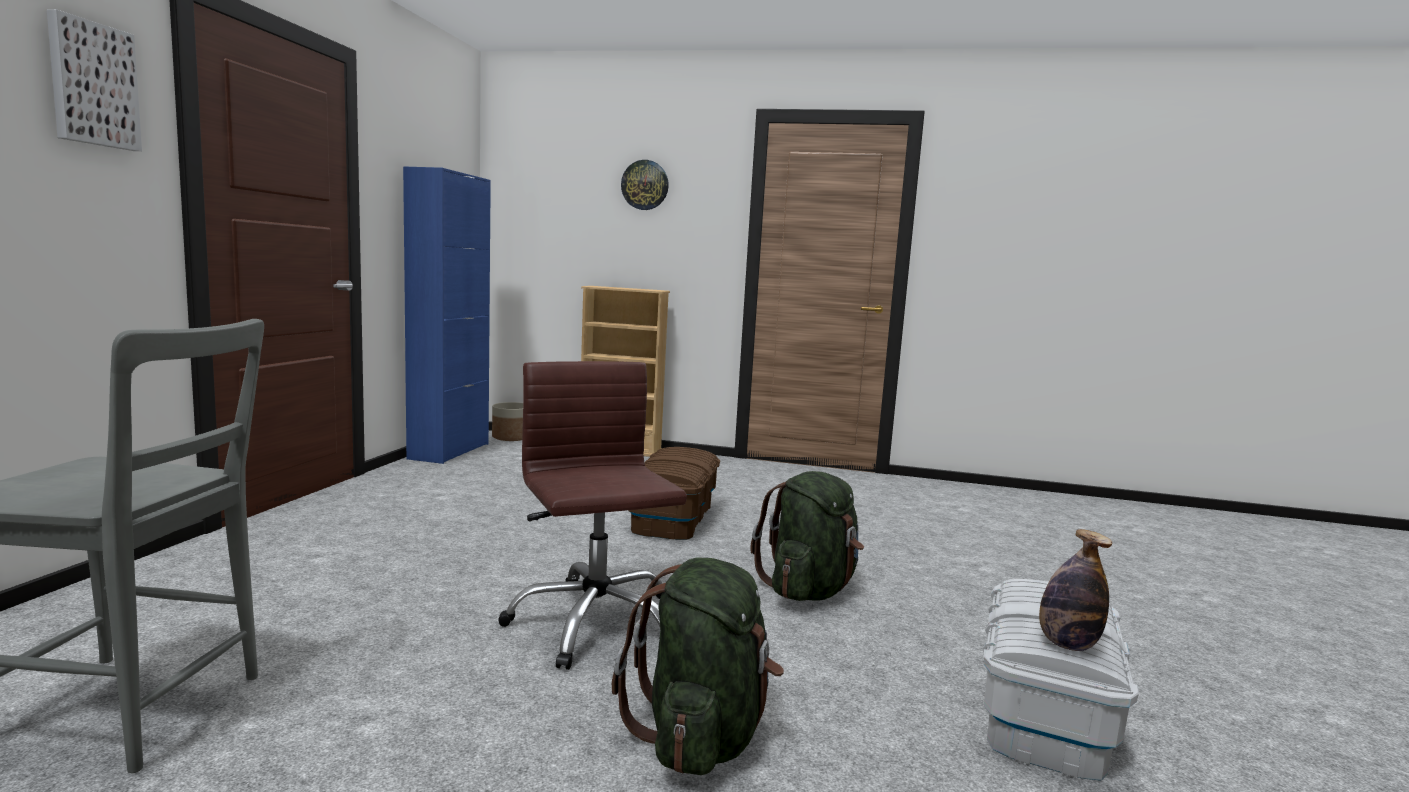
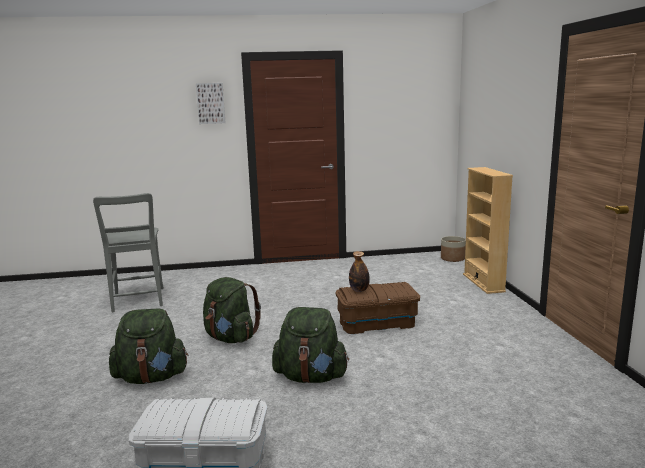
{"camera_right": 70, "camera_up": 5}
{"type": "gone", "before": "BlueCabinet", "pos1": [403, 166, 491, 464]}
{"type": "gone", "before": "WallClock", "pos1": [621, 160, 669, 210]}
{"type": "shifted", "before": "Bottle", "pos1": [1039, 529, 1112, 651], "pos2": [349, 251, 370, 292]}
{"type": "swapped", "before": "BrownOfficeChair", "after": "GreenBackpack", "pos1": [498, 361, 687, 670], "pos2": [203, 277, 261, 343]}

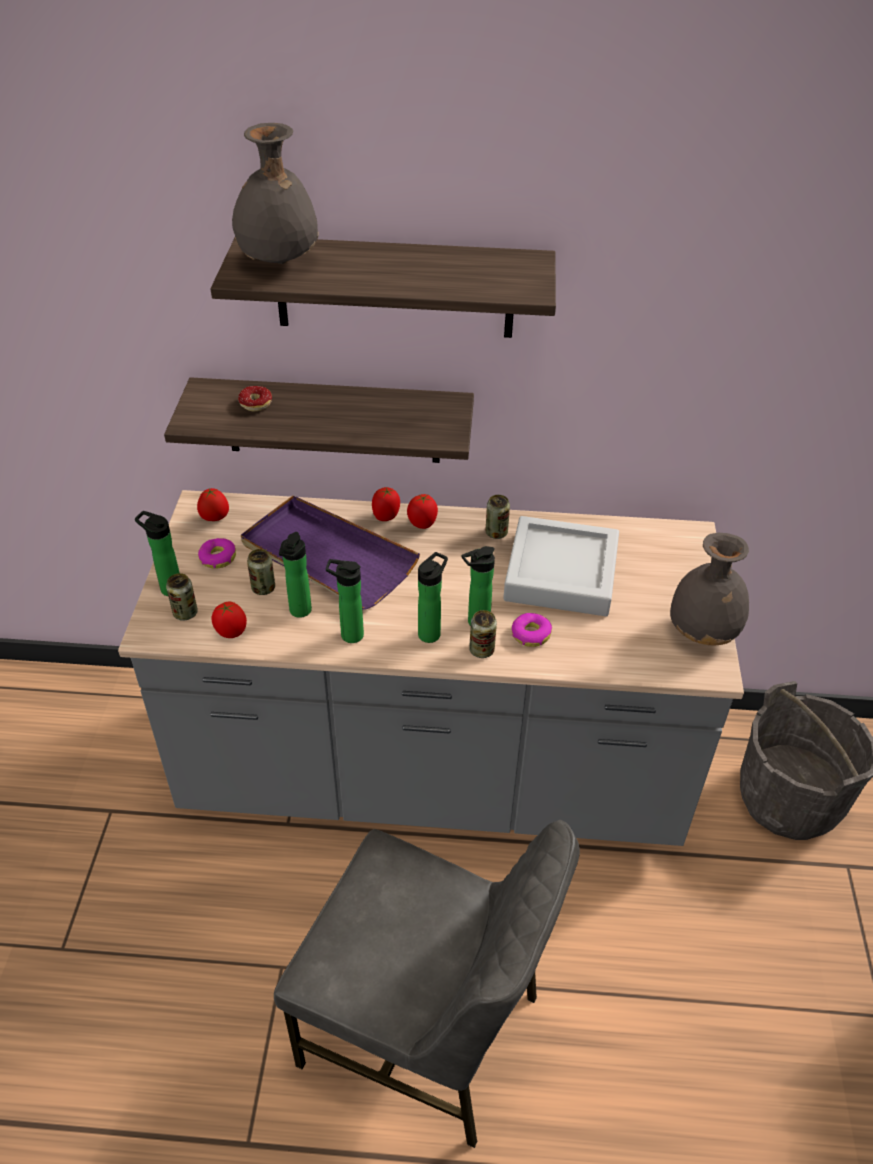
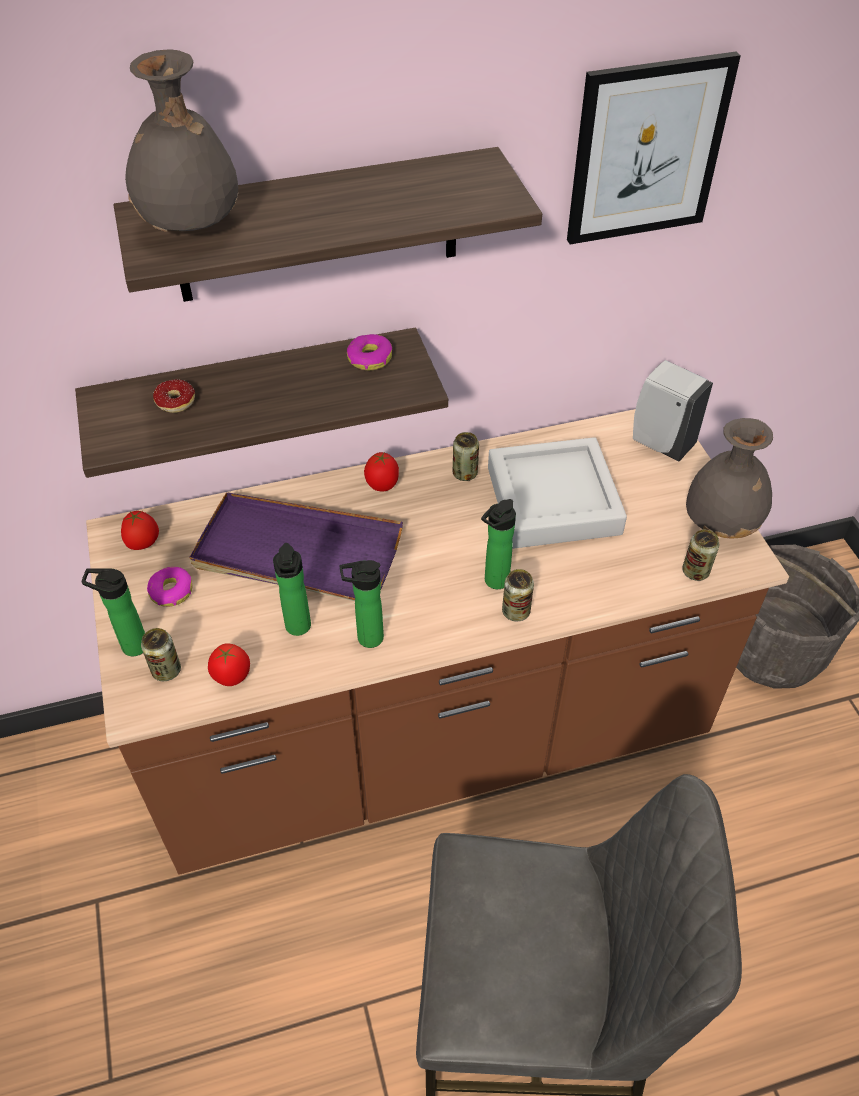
{"camera_right": -20, "camera_up": 5}
{"type": "gone", "before": "Tomato", "pos1": [372, 487, 400, 521]}
{"type": "gone", "before": "Bottle", "pos1": [418, 552, 448, 643]}
{"type": "new", "after": "Picture", "pos2": [567, 52, 741, 244]}
{"type": "new", "after": "WhiteSoapDispenser", "pos2": [633, 360, 713, 461]}
{"type": "shifted", "before": "Can", "pos1": [247, 549, 275, 595], "pos2": [682, 530, 719, 581]}
{"type": "shifted", "before": "Donut", "pos1": [512, 613, 552, 647], "pos2": [347, 334, 392, 370]}
{"type": "repainted", "before": "GreyCounter", "after": "BrownCounter", "pos1": [118, 490, 744, 846], "pos2": [86, 409, 789, 875]}

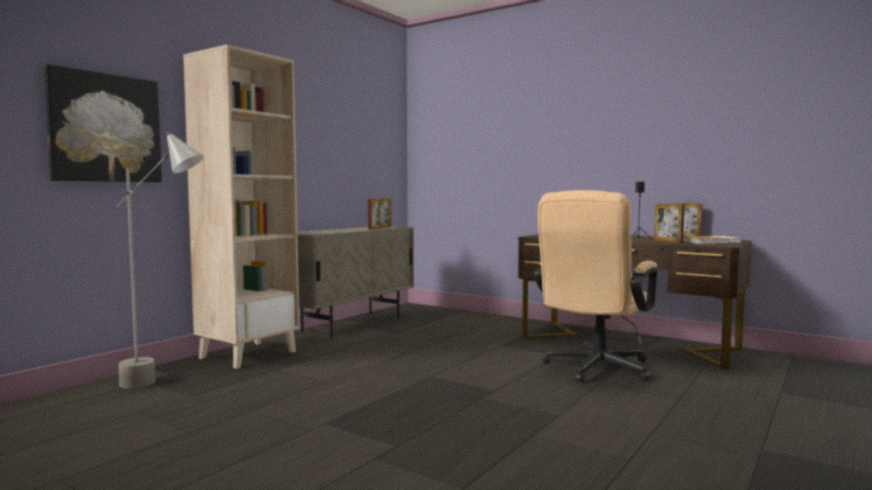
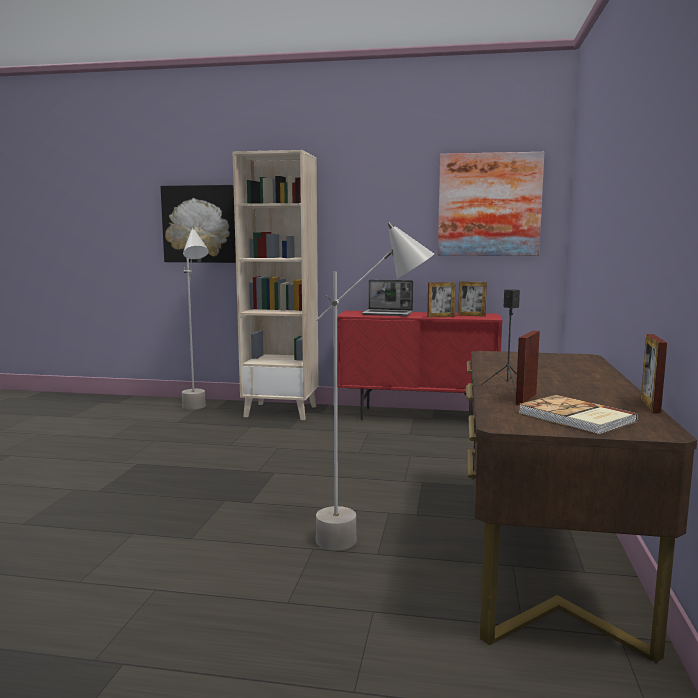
{"camera_right": 65, "camera_up": 5}
{"type": "new", "after": "Laptop", "pos2": [362, 279, 413, 316]}
{"type": "new", "after": "Picture", "pos2": [438, 152, 544, 256]}
{"type": "swapped", "before": "BeigeOfficeChair", "after": "GreyFloorLamp", "pos1": [534, 190, 658, 382], "pos2": [316, 222, 434, 551]}
{"type": "repainted", "before": "BeigeCabinet", "after": "RedCabinet", "pos1": [297, 226, 414, 338], "pos2": [337, 311, 503, 420]}

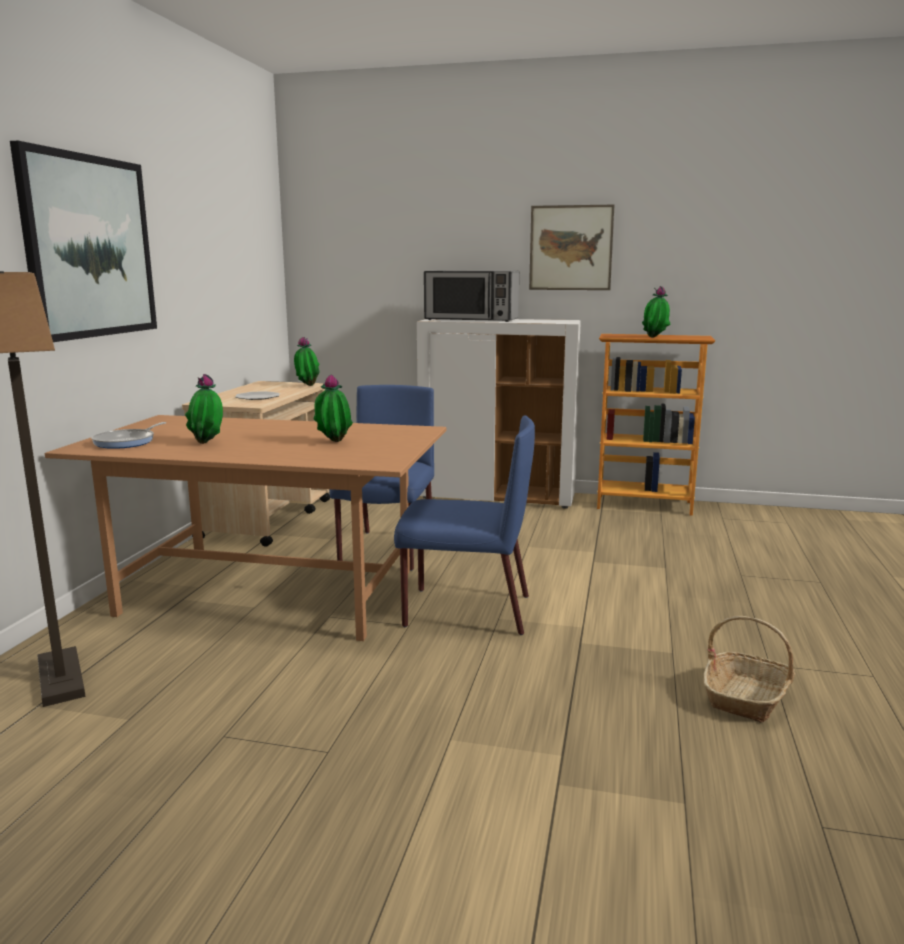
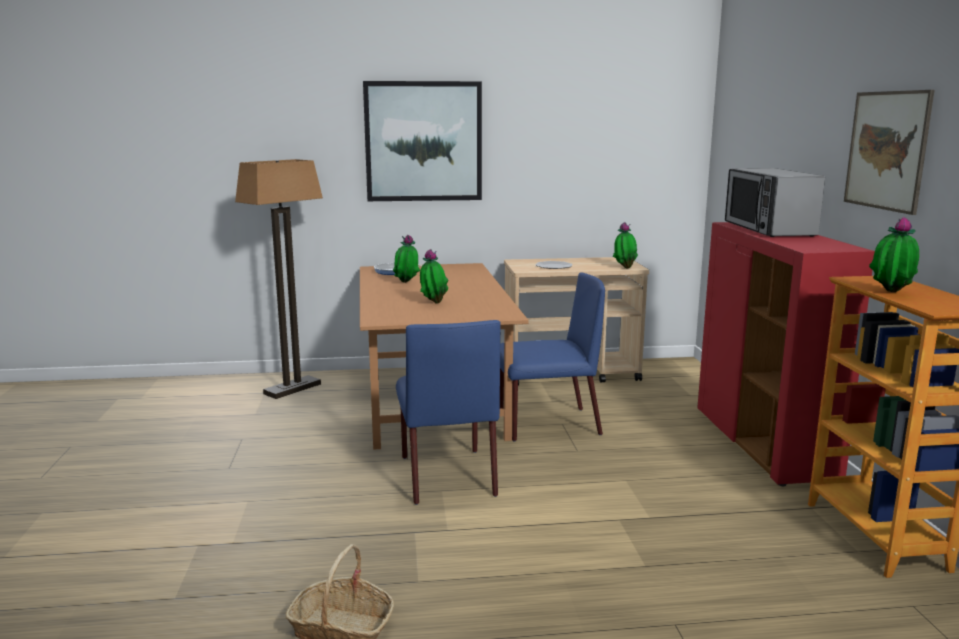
{"camera_right": 70, "camera_up": 0}
{"type": "repainted", "before": "WhiteCabinet", "after": "RedCabinet", "pos1": [417, 319, 581, 509], "pos2": [697, 222, 875, 486]}

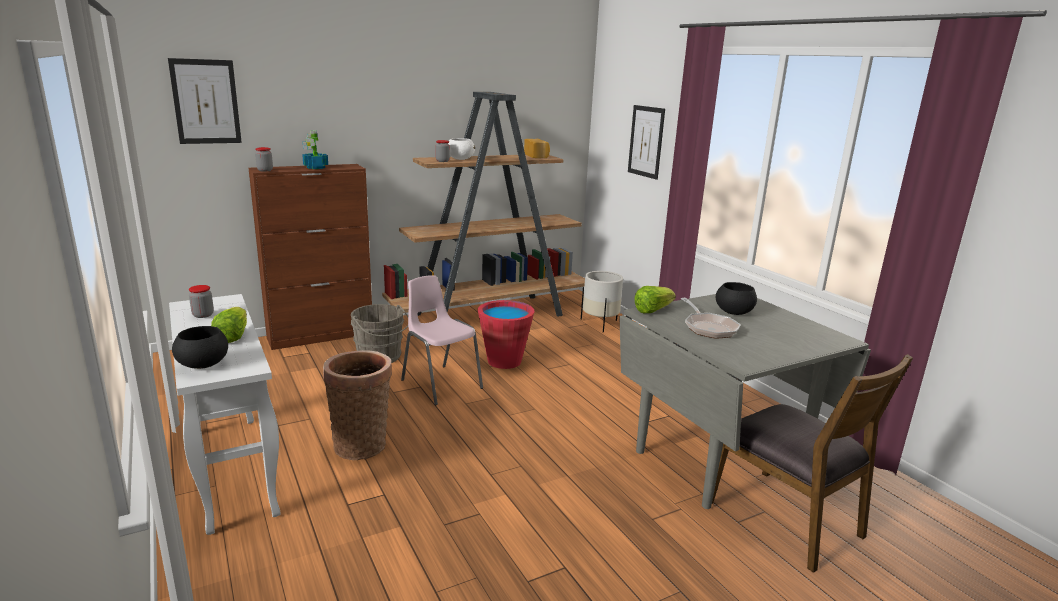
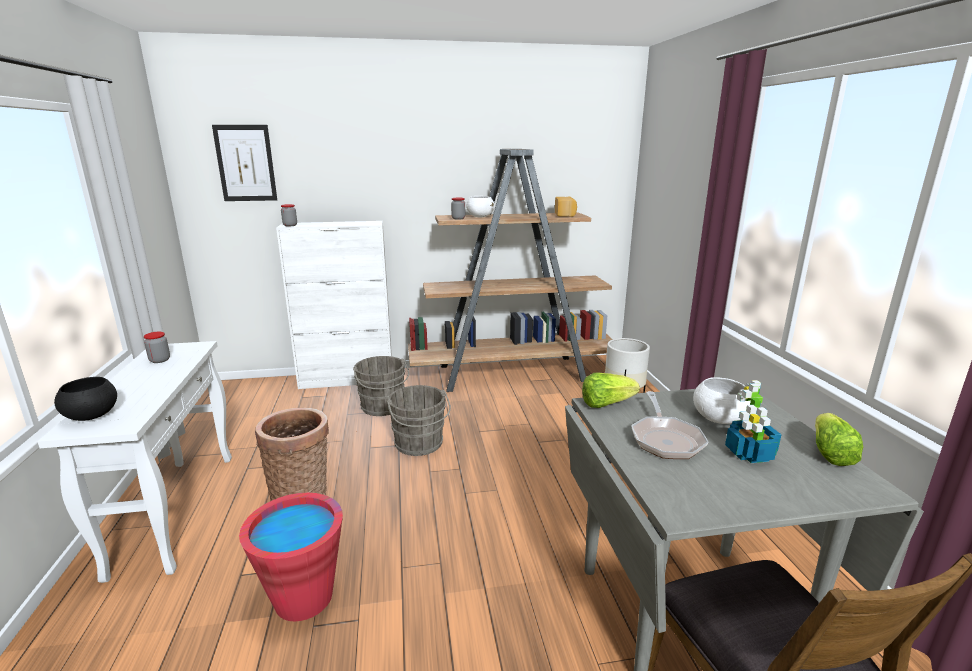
{"camera_right": 20, "camera_up": 0}
{"type": "gone", "before": "Picture", "pos1": [628, 105, 665, 180]}
{"type": "shifted", "before": "Lettuce", "pos1": [211, 307, 247, 343], "pos2": [815, 413, 863, 466]}
{"type": "shifted", "before": "PottedPlant", "pos1": [302, 130, 328, 169], "pos2": [725, 380, 781, 463]}
{"type": "shifted", "before": "RedBucket", "pos1": [478, 300, 535, 369], "pos2": [239, 493, 343, 621]}
{"type": "swapped", "before": "PinkChair", "after": "GreyBucket", "pos1": [401, 275, 483, 405], "pos2": [387, 385, 451, 456]}
{"type": "repainted", "before": "BrownCabinet", "after": "WhiteCabinet", "pos1": [248, 164, 372, 350], "pos2": [276, 221, 392, 389]}
{"type": "repainted", "before": "BlackBowl", "after": "WhiteBowl", "pos1": [716, 282, 757, 315], "pos2": [693, 377, 751, 424]}

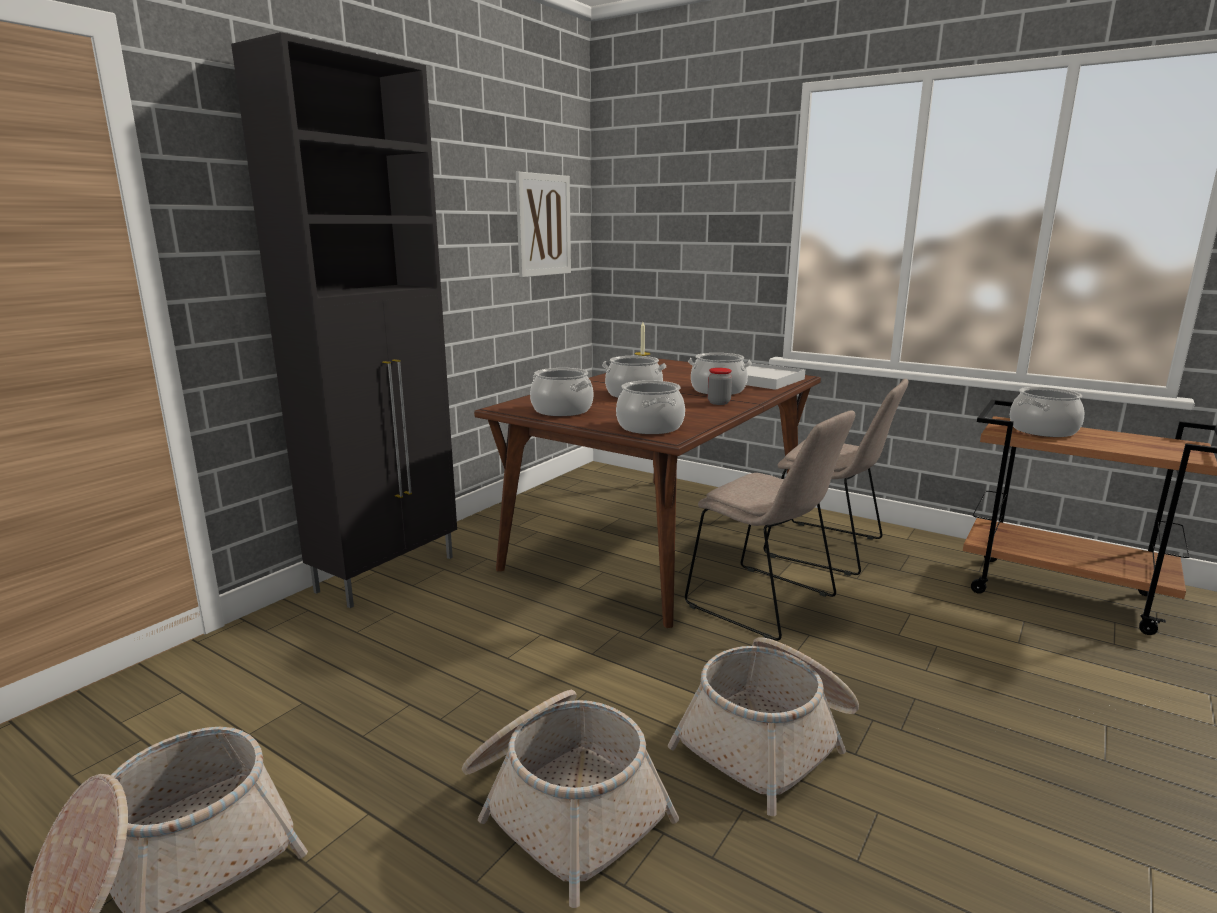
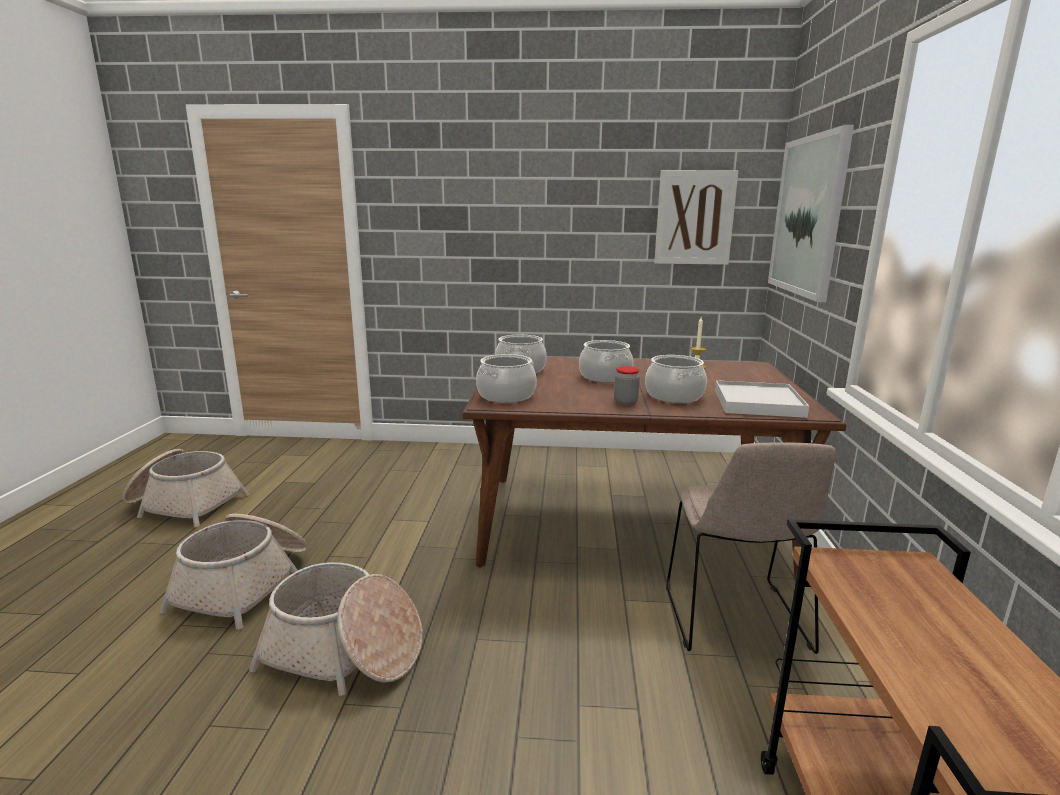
{"camera_right": 60, "camera_up": 0}
{"type": "gone", "before": "BlackCabinet", "pos1": [231, 32, 457, 608]}
{"type": "gone", "before": "BeigeChair", "pos1": [685, 410, 855, 641]}
{"type": "gone", "before": "CookingPot", "pos1": [1010, 387, 1084, 437]}
{"type": "new", "after": "Picture", "pos2": [768, 125, 854, 302]}

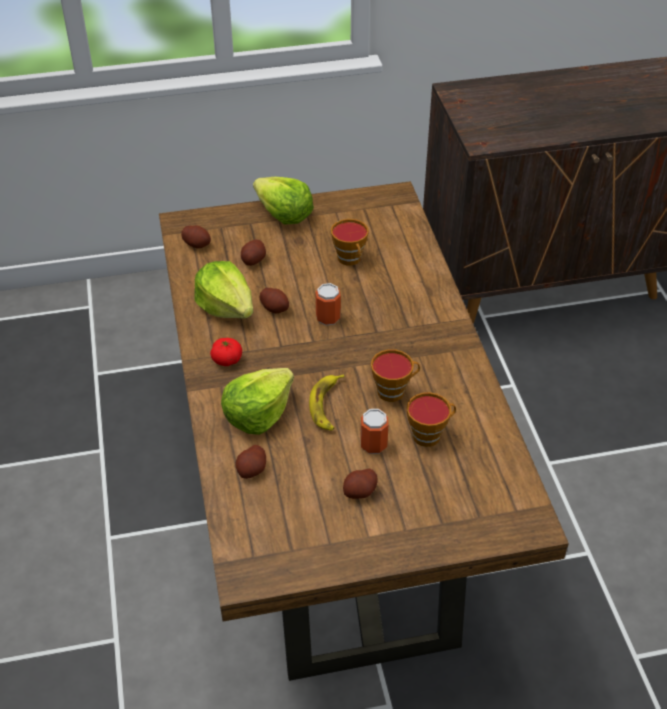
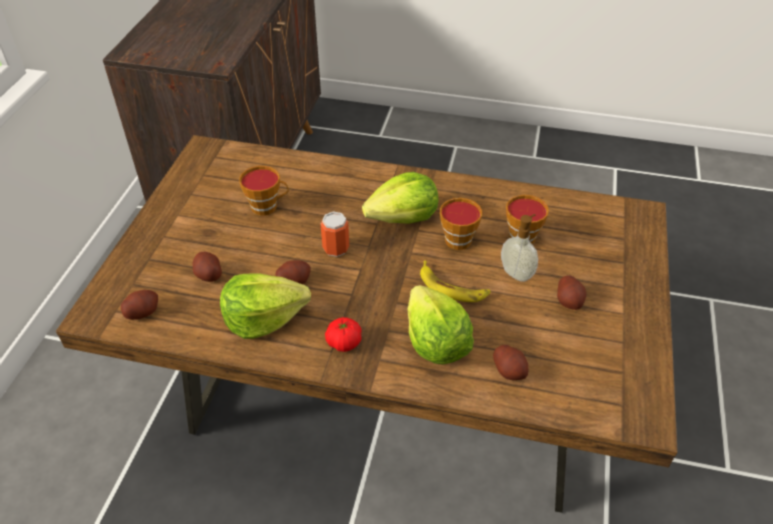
{"camera_right": -65, "camera_up": 0}
{"type": "shifted", "before": "Lettuce", "pos1": [253, 177, 314, 225], "pos2": [362, 172, 438, 224]}
{"type": "swapped", "before": "Can", "after": "SoapDispenser", "pos1": [360, 409, 388, 454], "pos2": [501, 214, 538, 282]}

